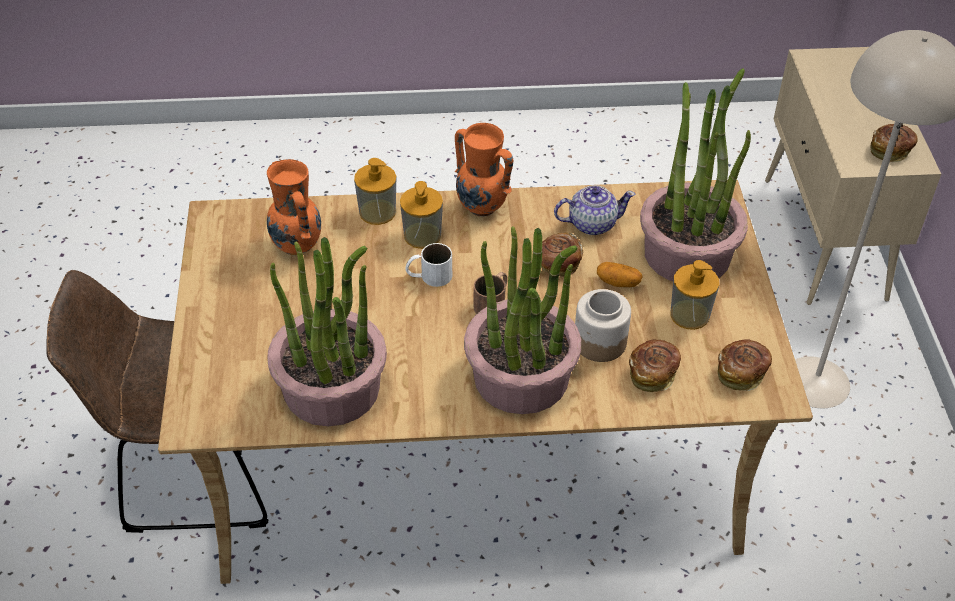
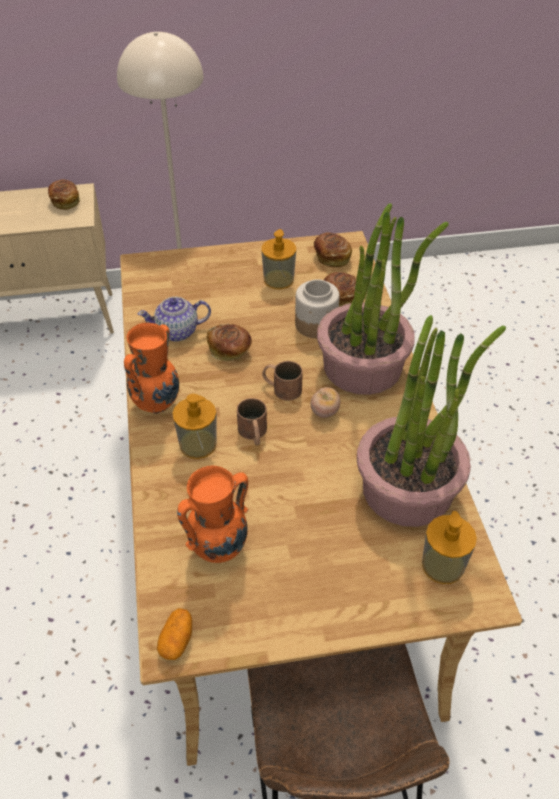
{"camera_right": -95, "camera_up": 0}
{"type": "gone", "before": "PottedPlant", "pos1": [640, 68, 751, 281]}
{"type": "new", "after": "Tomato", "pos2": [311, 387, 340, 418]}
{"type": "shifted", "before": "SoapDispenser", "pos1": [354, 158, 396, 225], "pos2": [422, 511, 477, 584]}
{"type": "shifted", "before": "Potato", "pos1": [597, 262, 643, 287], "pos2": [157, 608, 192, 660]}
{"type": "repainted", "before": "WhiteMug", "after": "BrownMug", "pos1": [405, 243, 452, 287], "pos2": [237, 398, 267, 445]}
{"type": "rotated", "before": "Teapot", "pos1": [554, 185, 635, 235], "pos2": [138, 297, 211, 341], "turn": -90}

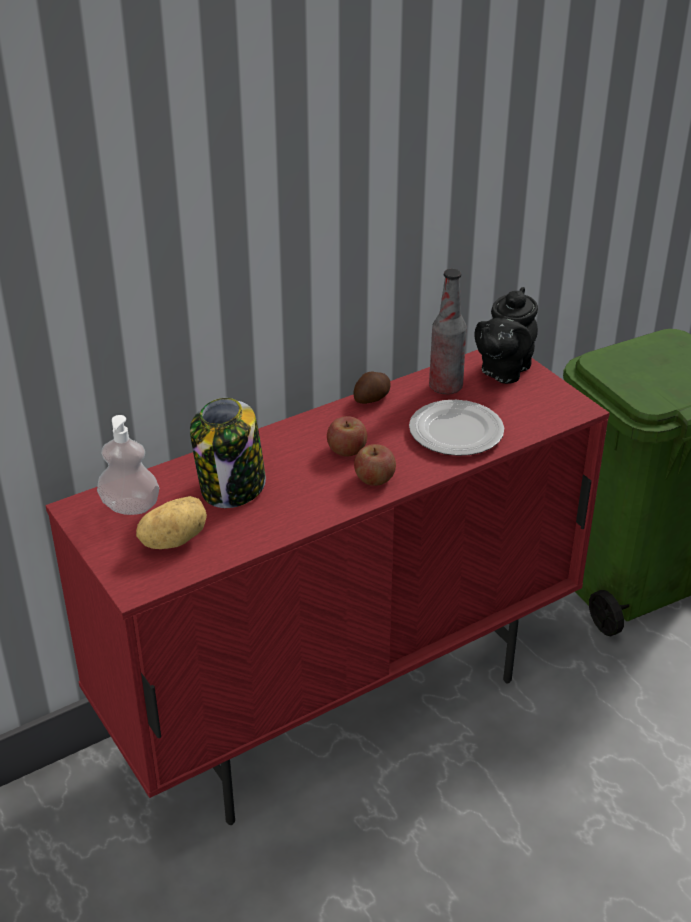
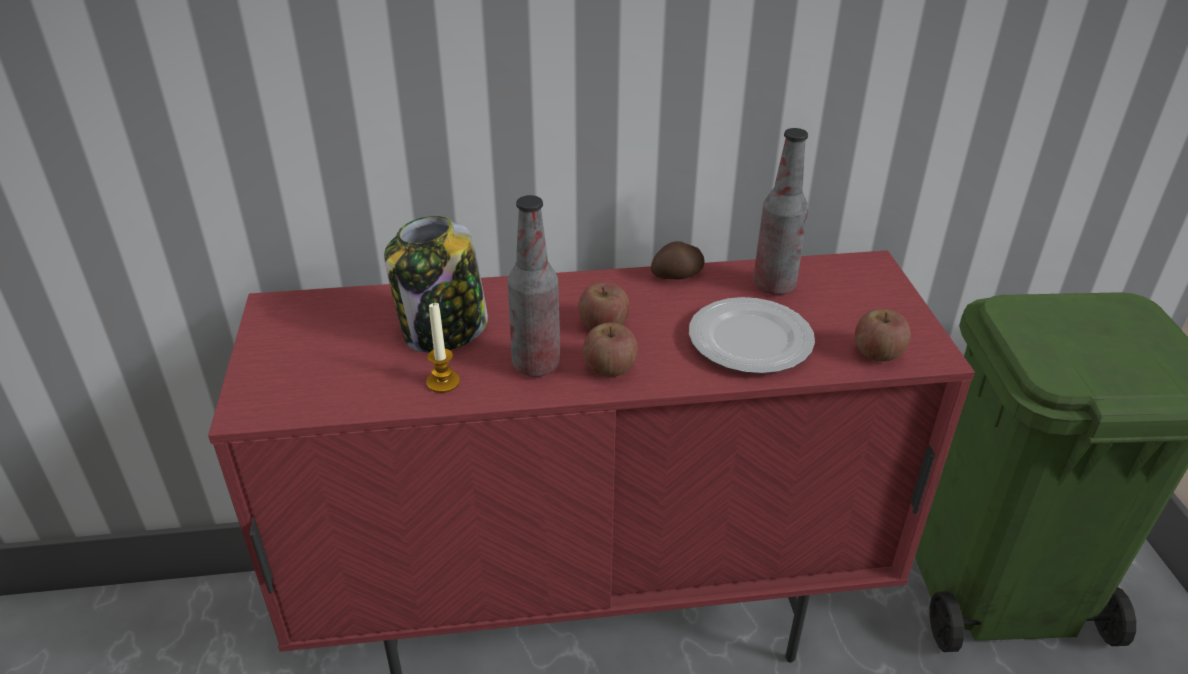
{"camera_right": 25, "camera_up": 0}
{"type": "gone", "before": "SoapDispenser", "pos1": [97, 415, 159, 515]}
{"type": "gone", "before": "Potato", "pos1": [136, 496, 207, 549]}
{"type": "gone", "before": "BlackTeapot", "pos1": [474, 287, 538, 384]}
{"type": "new", "after": "Candle", "pos2": [426, 302, 460, 393]}
{"type": "new", "after": "Bottle", "pos2": [508, 195, 561, 377]}
{"type": "new", "after": "Apple", "pos2": [855, 309, 911, 361]}

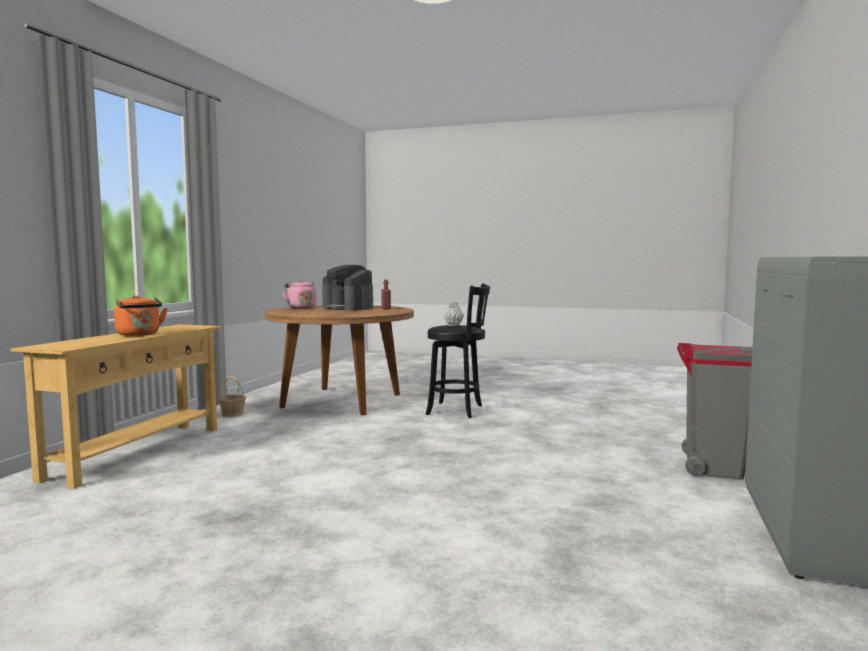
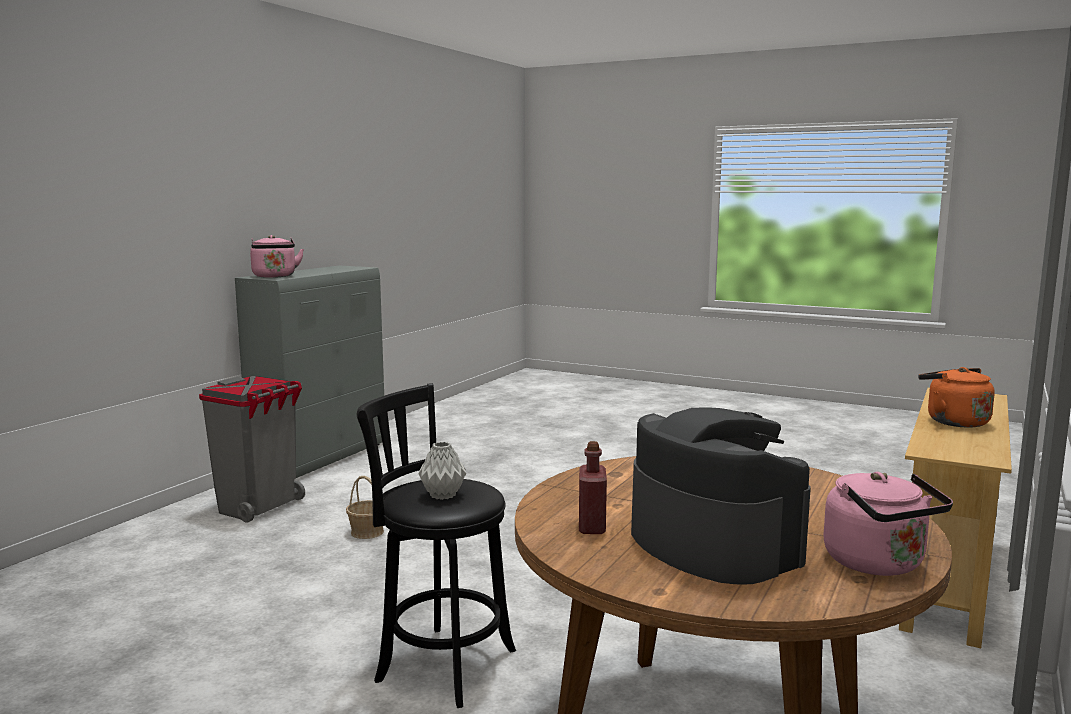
{"camera_right": -170, "camera_up": 5}
{"type": "new", "after": "PinkKettle", "pos2": [250, 235, 304, 278]}
{"type": "shifted", "before": "Basket", "pos1": [218, 376, 246, 417], "pos2": [346, 476, 384, 539]}

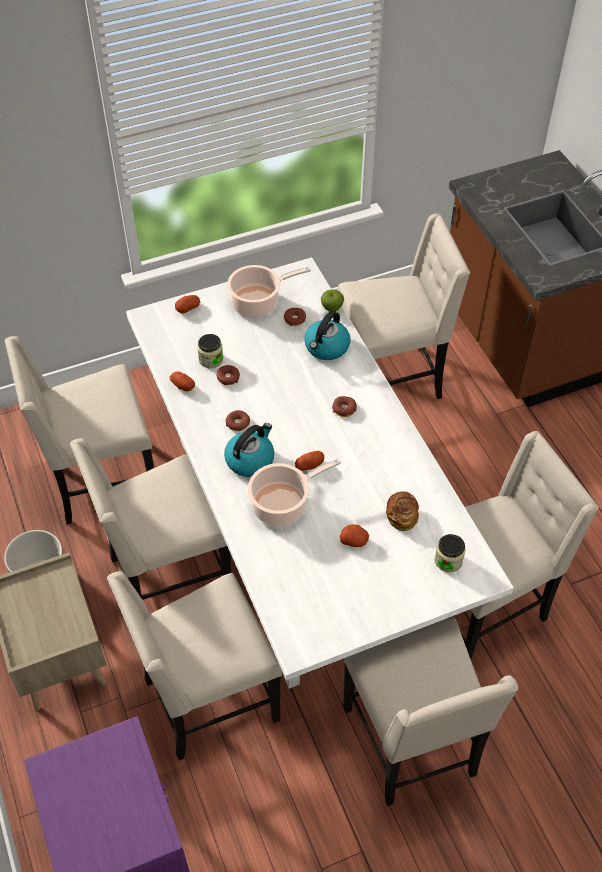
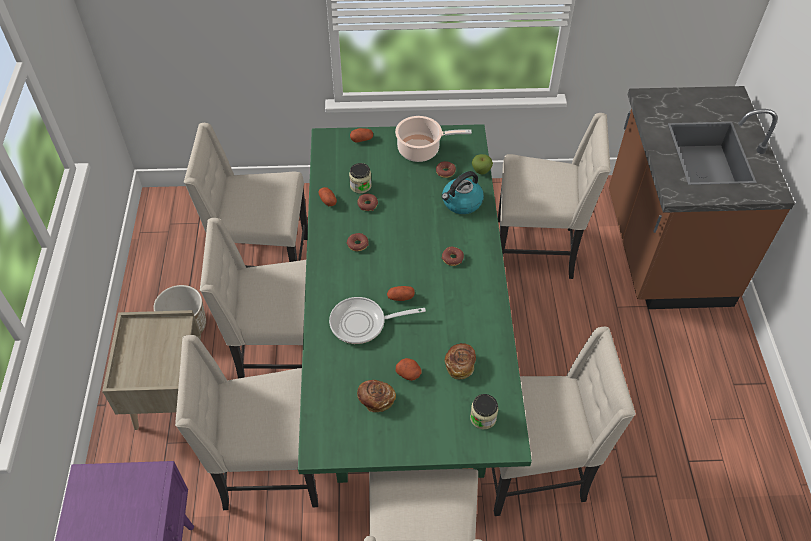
{"camera_right": 20, "camera_up": 0}
{"type": "gone", "before": "Kettle", "pos1": [224, 423, 274, 477]}
{"type": "new", "after": "Bread", "pos2": [357, 380, 396, 412]}
{"type": "swapped", "before": "CookingPot", "after": "FryingPan", "pos1": [248, 458, 341, 526], "pos2": [329, 297, 426, 344]}
{"type": "repainted", "before": "WhiteDiningTable", "after": "GreenDiningTable", "pos1": [126, 257, 514, 689], "pos2": [298, 124, 532, 483]}

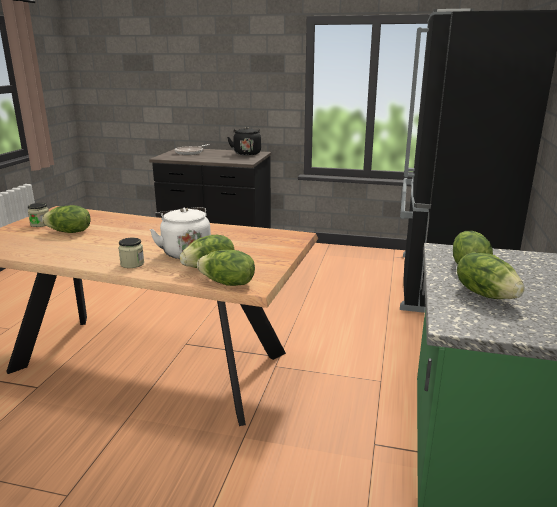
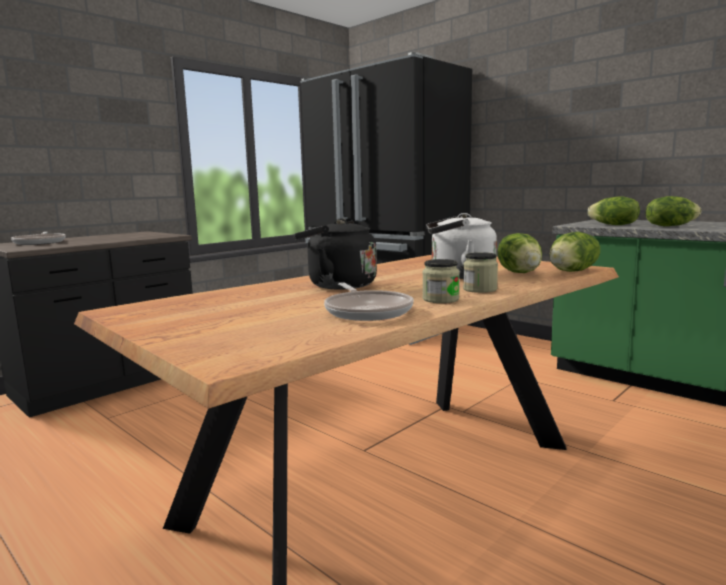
{"camera_right": -60, "camera_up": -10}
{"type": "gone", "before": "Lettuce", "pos1": [42, 205, 91, 233]}
{"type": "new", "after": "FryingPan", "pos2": [324, 283, 414, 321]}
{"type": "shifted", "before": "Jar", "pos1": [28, 203, 49, 227], "pos2": [422, 259, 460, 303]}
{"type": "shifted", "before": "BlackKettle", "pos1": [227, 127, 261, 155], "pos2": [293, 218, 377, 290]}

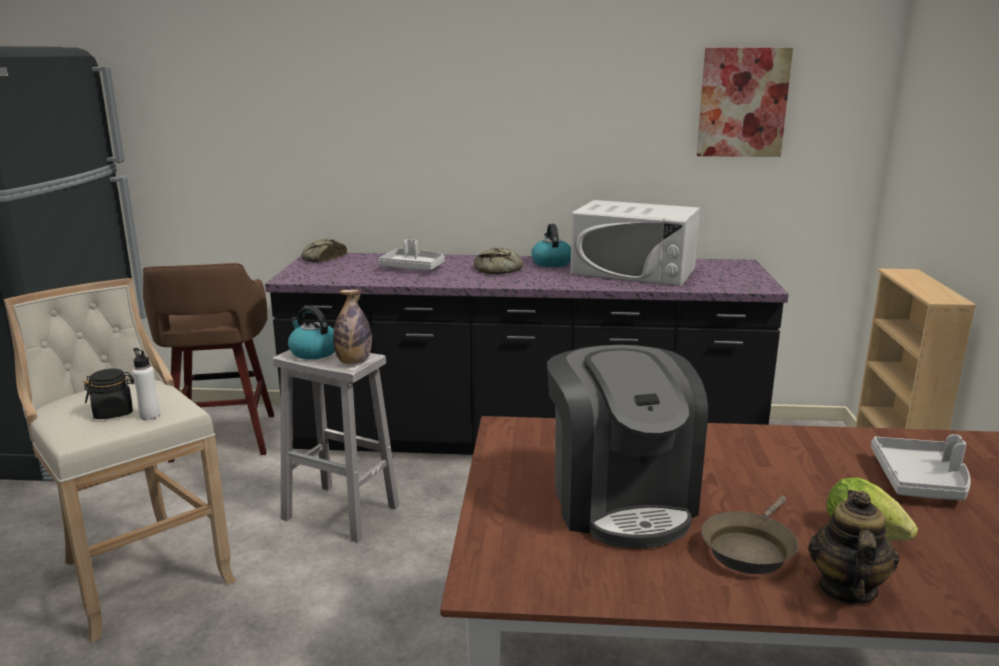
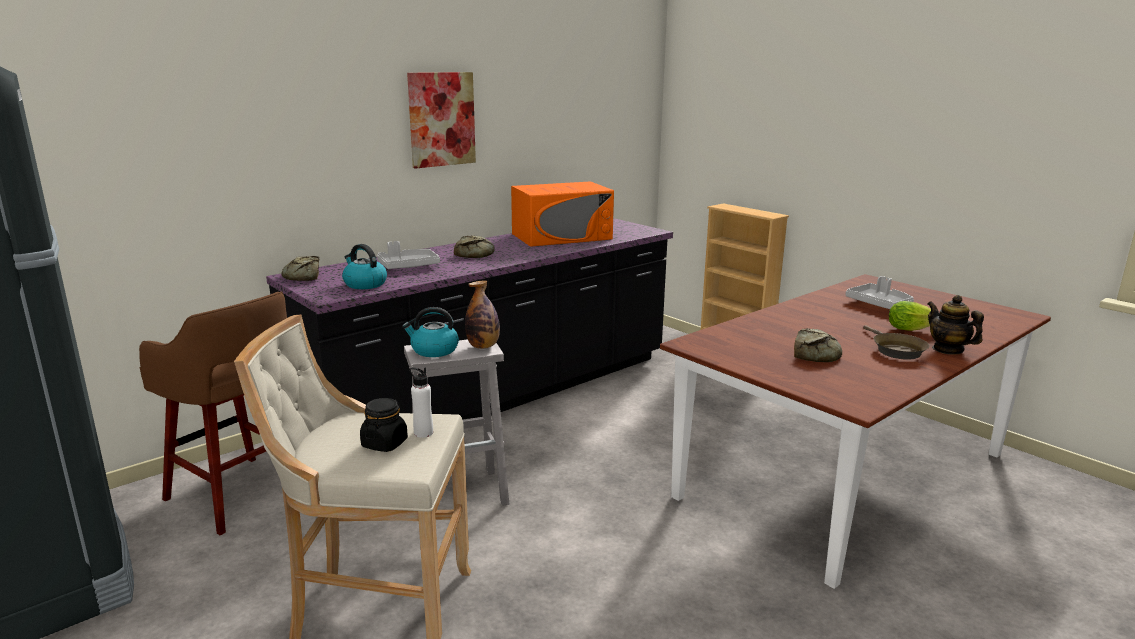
{"camera_right": -45, "camera_up": 0}
{"type": "shifted", "before": "Kettle", "pos1": [531, 224, 571, 267], "pos2": [342, 244, 387, 289]}
{"type": "shifted", "before": "Picture", "pos1": [697, 48, 793, 157], "pos2": [407, 72, 476, 169]}
{"type": "swapped", "before": "CoffeeMachine", "after": "Bread", "pos1": [547, 345, 708, 548], "pos2": [794, 328, 842, 362]}
{"type": "repainted", "before": "WhiteMicrowave", "after": "OrangeMicrowave", "pos1": [570, 200, 700, 286], "pos2": [511, 181, 614, 247]}

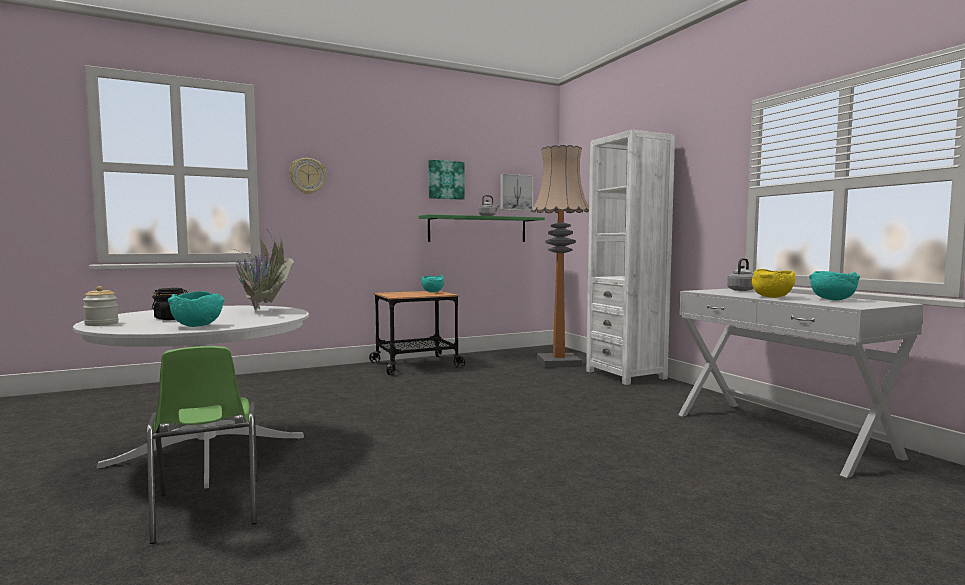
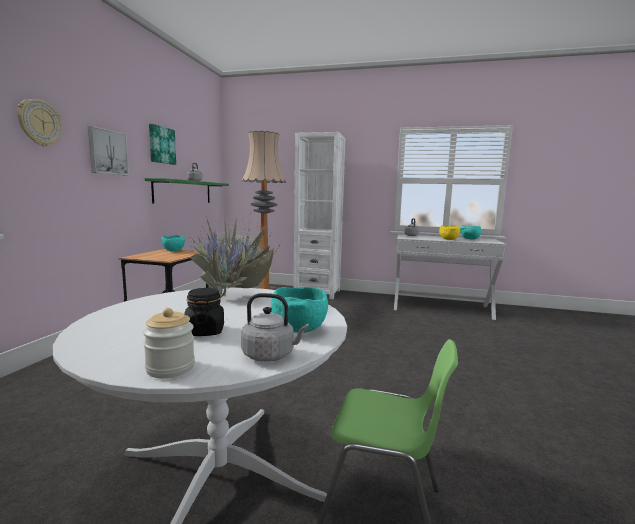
{"camera_right": -50, "camera_up": 5}
{"type": "new", "after": "GreyKettle", "pos2": [241, 293, 309, 362]}
{"type": "shifted", "before": "Picture", "pos1": [500, 174, 533, 211], "pos2": [88, 126, 129, 175]}

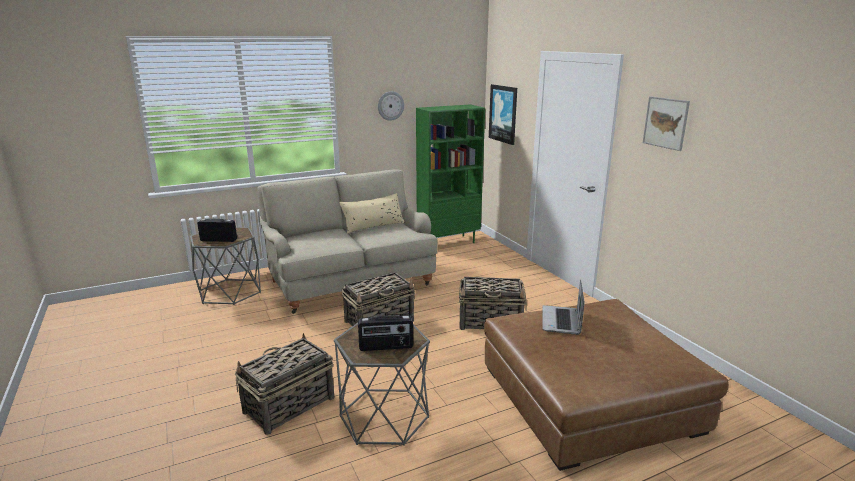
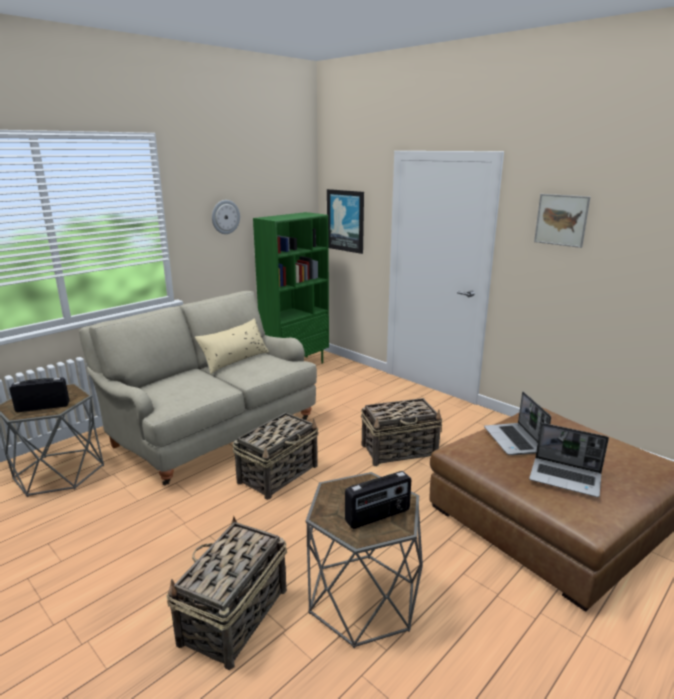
{"camera_right": -20, "camera_up": 0}
{"type": "new", "after": "Laptop", "pos2": [529, 423, 609, 497]}

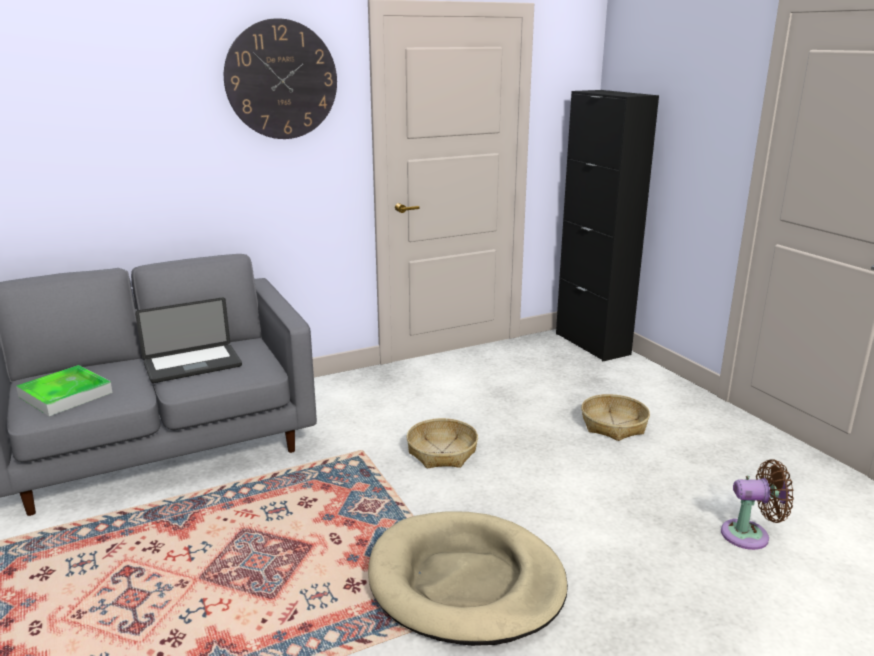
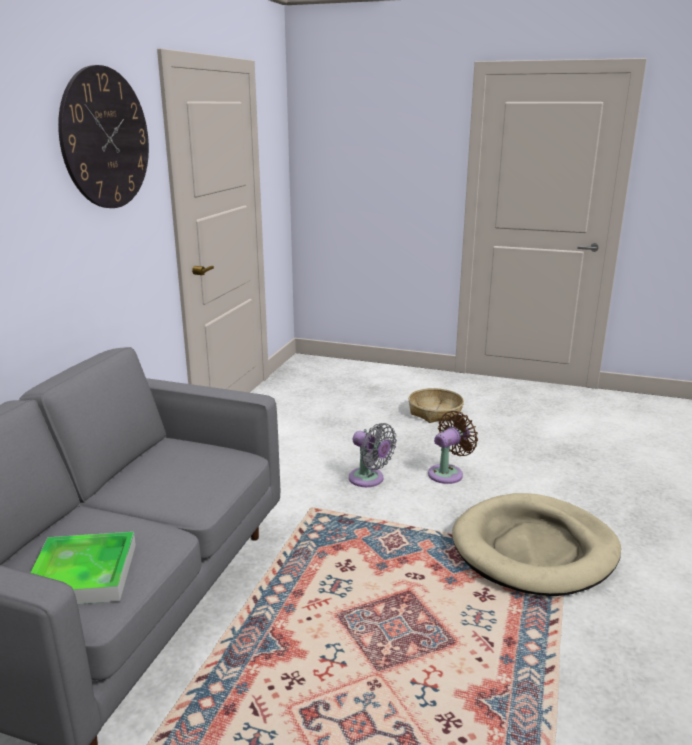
{"camera_right": -45, "camera_up": 0}
{"type": "gone", "before": "Laptop", "pos1": [135, 298, 242, 383]}
{"type": "gone", "before": "BlackCabinet", "pos1": [556, 90, 659, 361]}
{"type": "shifted", "before": "BrownFan", "pos1": [721, 459, 794, 550], "pos2": [428, 411, 478, 484]}
{"type": "swapped", "before": "Basket", "after": "GreyFan", "pos1": [406, 418, 478, 468], "pos2": [349, 423, 397, 487]}

